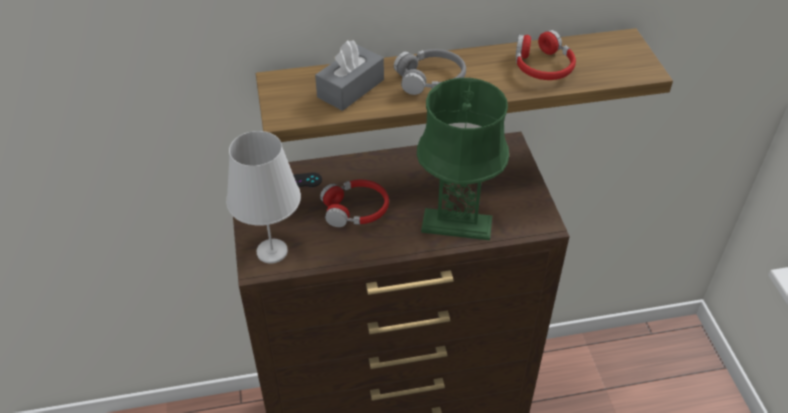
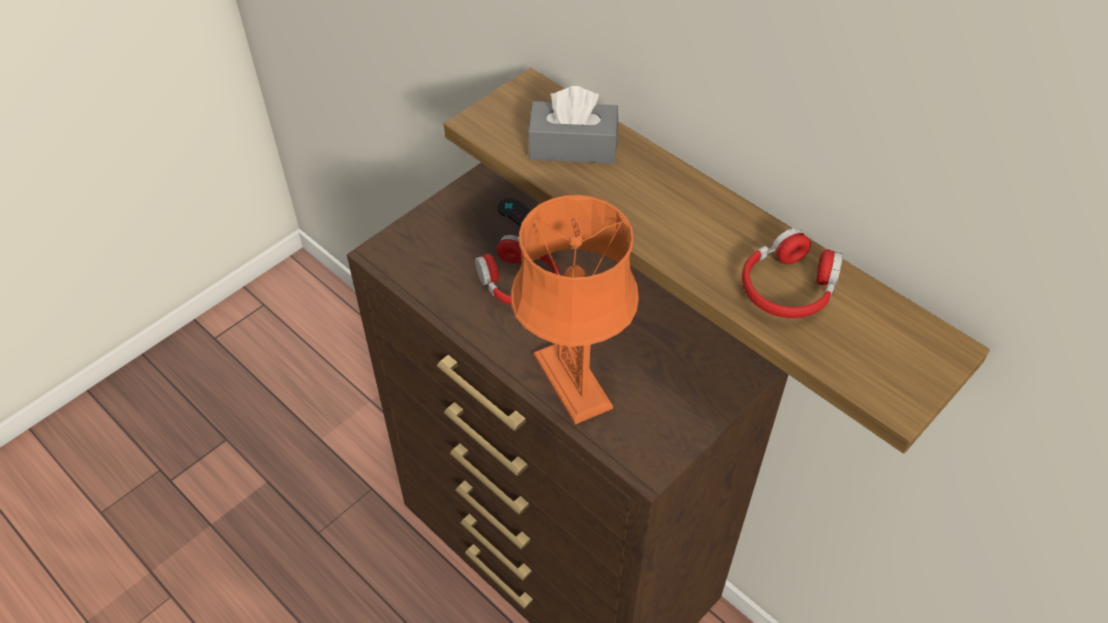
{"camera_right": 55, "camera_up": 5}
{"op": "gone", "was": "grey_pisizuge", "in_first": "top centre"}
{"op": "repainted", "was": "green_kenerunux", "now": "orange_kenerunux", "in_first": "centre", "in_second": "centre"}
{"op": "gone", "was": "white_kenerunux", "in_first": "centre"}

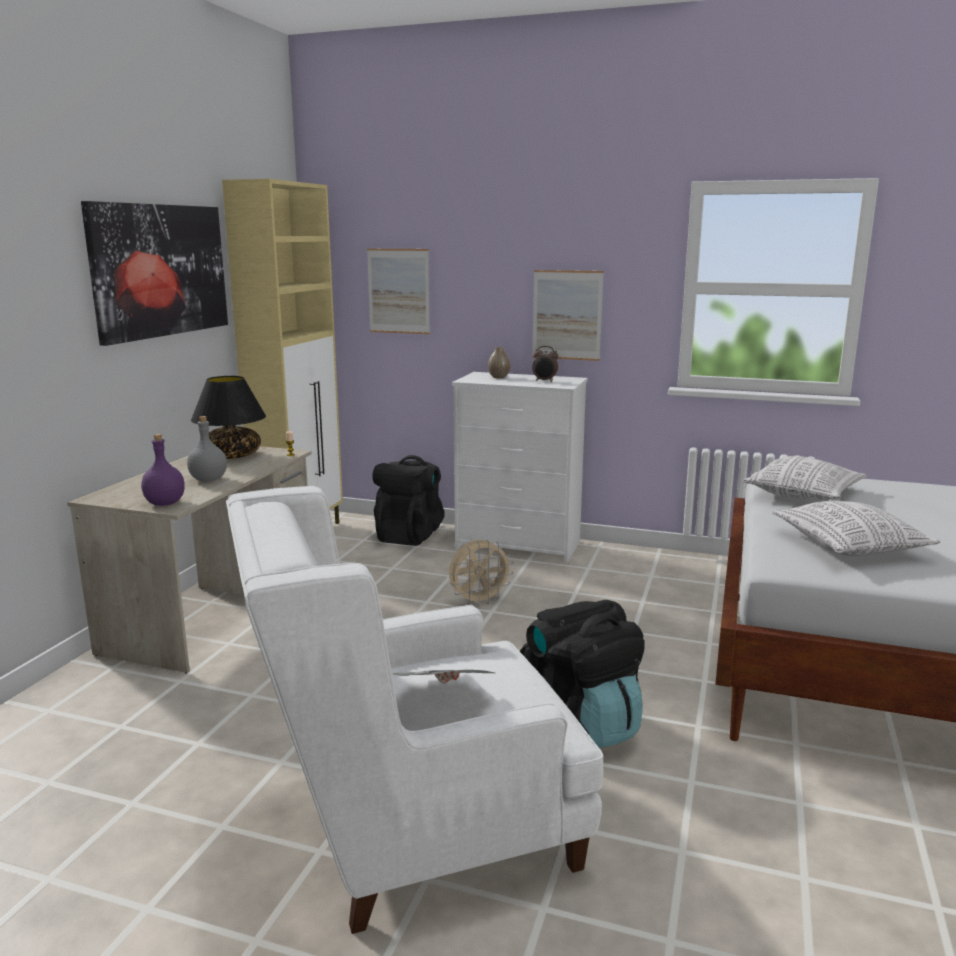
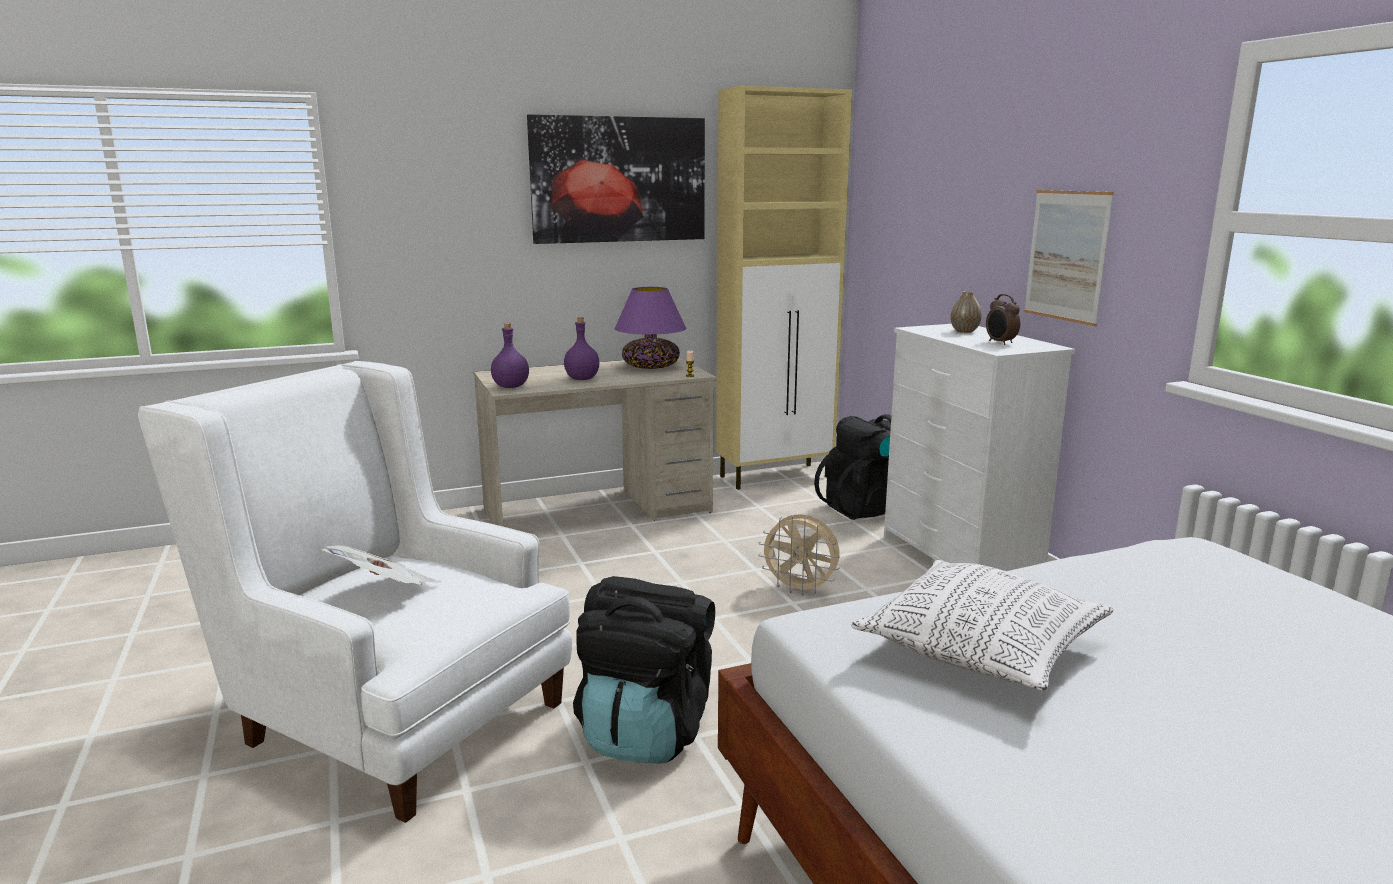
{"camera_right": 50, "camera_up": 0}
{"op": "gone", "was": "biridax (no. 2 from left)", "in_first": "top centre"}
{"op": "repainted", "was": "black_kenerunux", "now": "purple_kenerunux", "in_first": "middle left", "in_second": "centre"}
{"op": "repainted", "was": "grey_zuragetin", "now": "purple_zuragetin (no. 2 from left)", "in_first": "middle left", "in_second": "centre"}
{"op": "gone", "was": "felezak (no. 1 from left)", "in_first": "middle right"}

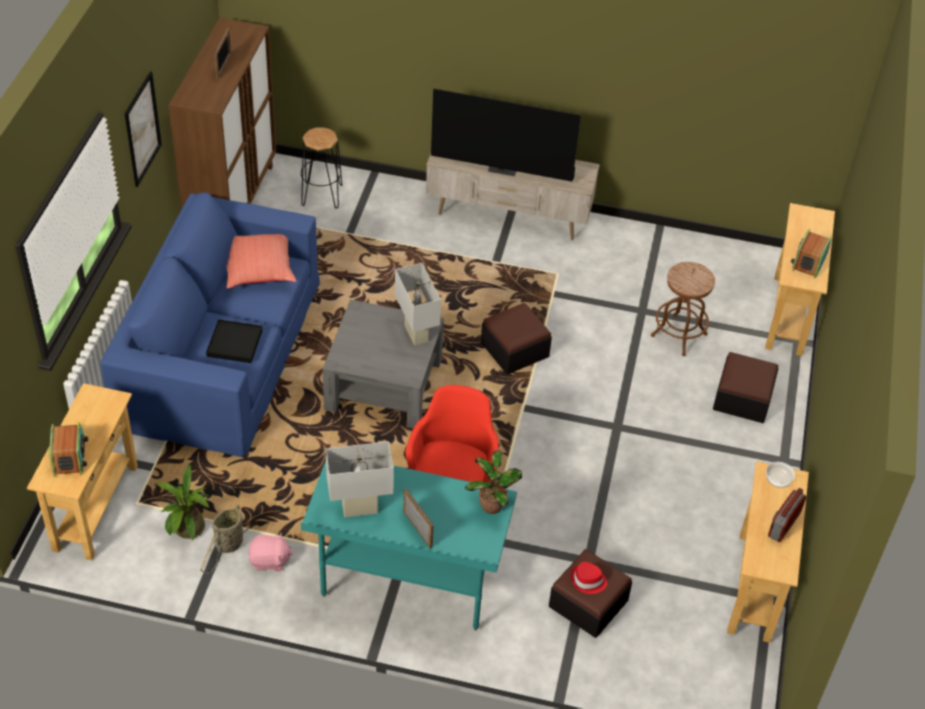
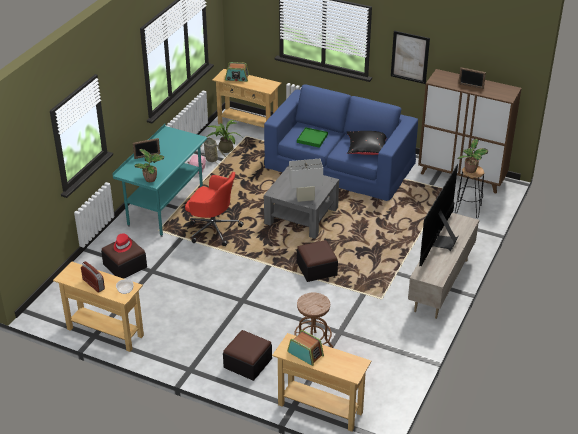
{"camera_right": 105, "camera_up": -10}
{"op": "repainted", "was": "red_felezak", "now": "black_felezak", "in_first": "middle left", "in_second": "top centre"}
{"op": "repainted", "was": "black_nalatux", "now": "green_nalatux", "in_first": "middle left", "in_second": "top centre"}
{"op": "gone", "was": "white_kenerunux (no. 1 from left)", "in_first": "bottom centre"}
{"op": "new", "now": "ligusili (no. 3 from left)", "in_second": "middle right"}

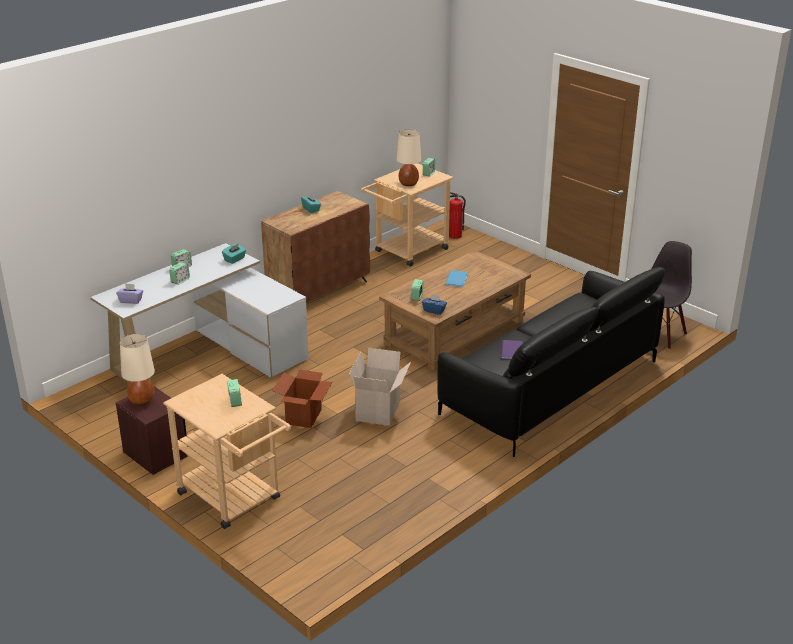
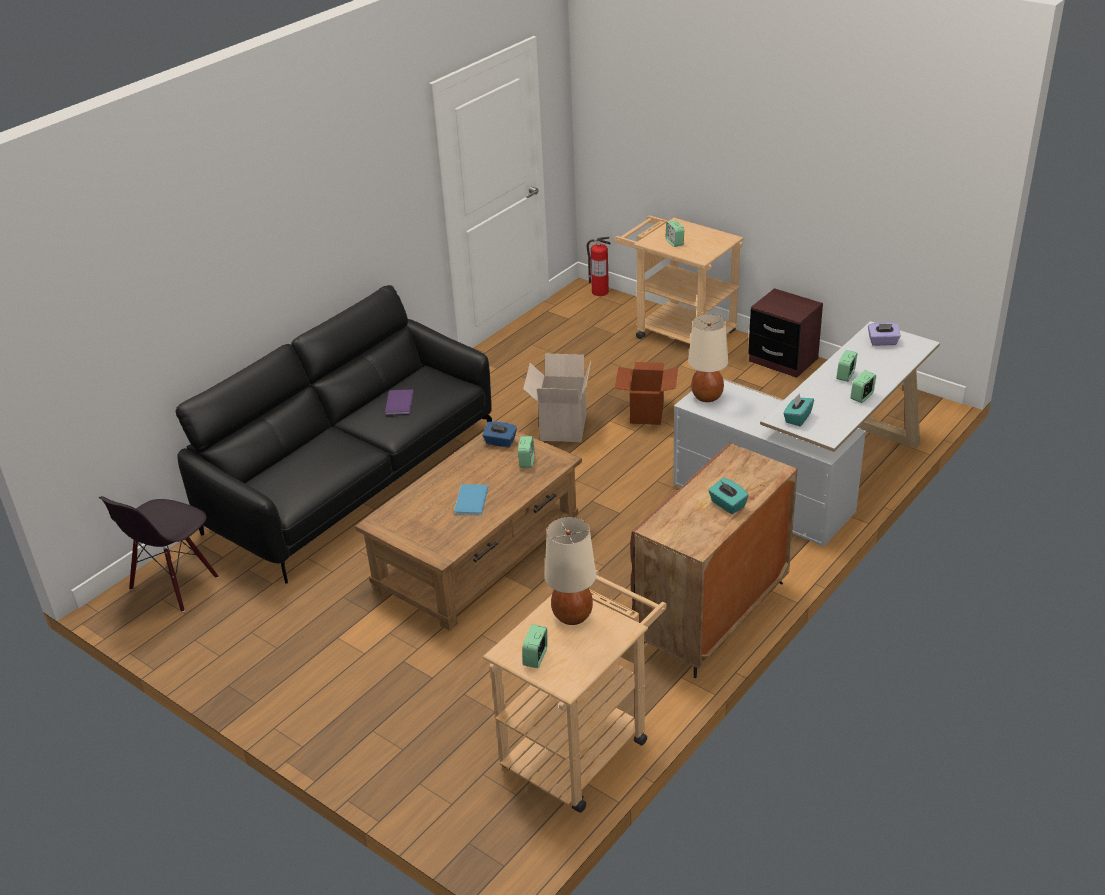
{"camera_right": 175, "camera_up": 5}
{"op": "shifted", "was": "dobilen", "in_first": "centre", "in_second": "top centre"}
{"op": "shifted", "was": "beige_kenerunux (no. 1 from left in the first image)", "now": "beige_kenerunux (no. 2 from left)", "in_first": "middle left", "in_second": "centre"}

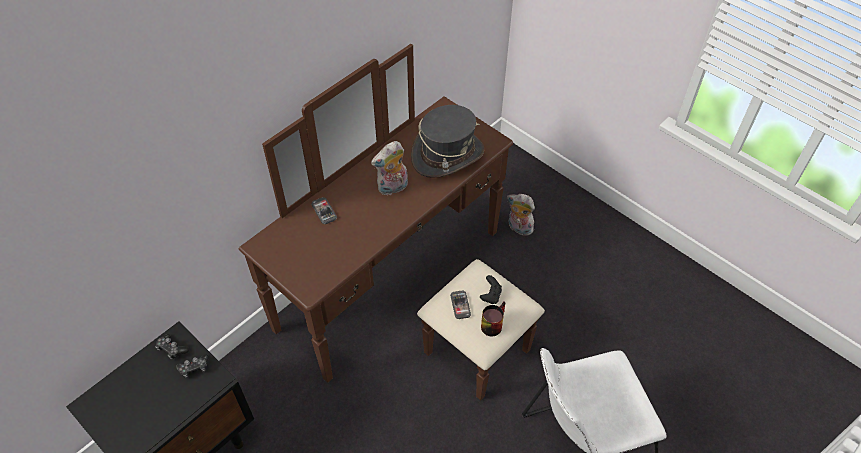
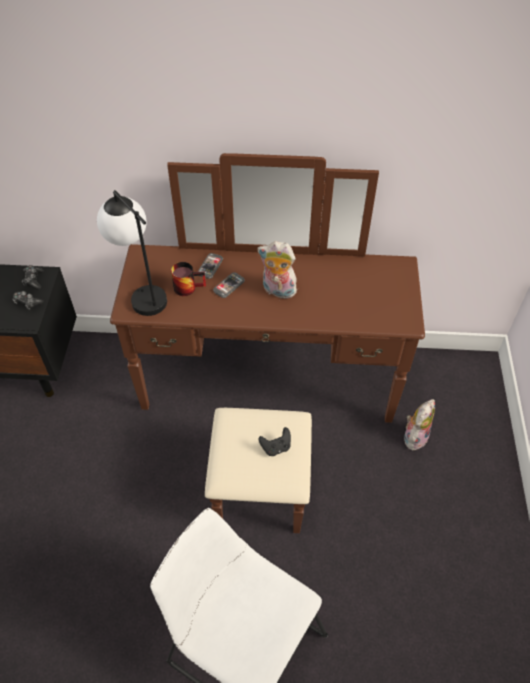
{"camera_right": 50, "camera_up": 0}
{"op": "gone", "was": "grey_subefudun", "in_first": "top centre"}
{"op": "rotated", "was": "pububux (no. 2 from left)", "in_first": "centre", "in_second": "middle right", "clockwise": 45}
{"op": "shifted", "was": "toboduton (no. 2 from left)", "in_first": "bottom centre", "in_second": "centre"}
{"op": "shifted", "was": "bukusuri", "in_first": "bottom centre", "in_second": "centre"}
{"op": "new", "now": "kenerunux", "in_second": "middle left"}

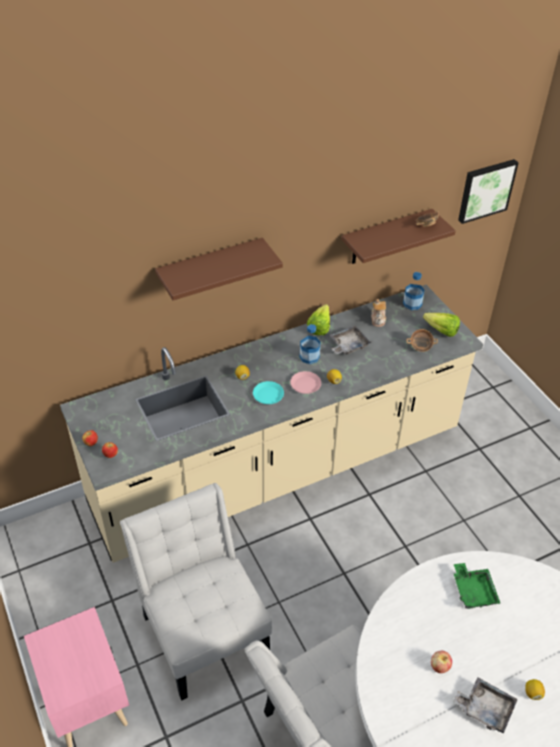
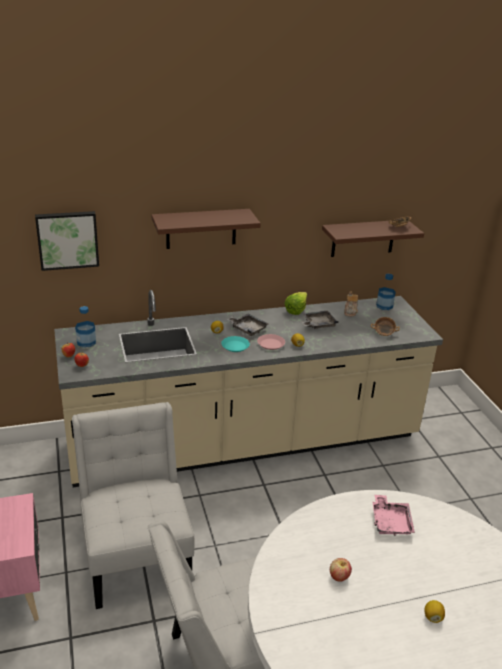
{"camera_right": 10, "camera_up": -15}
{"op": "shifted", "was": "biridax", "in_first": "top right", "in_second": "middle left"}
{"op": "gone", "was": "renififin (no. 2 from left)", "in_first": "middle right"}
{"op": "shifted", "was": "zuragetin (no. 1 from left)", "in_first": "centre", "in_second": "middle left"}
{"op": "repainted", "was": "green_nalatux", "now": "pink_nalatux", "in_first": "bottom right", "in_second": "bottom right"}
{"op": "shifted", "was": "grey_nalatux (no. 2 from left in the first image)", "now": "grey_nalatux (no. 1 from left)", "in_first": "bottom right", "in_second": "centre"}

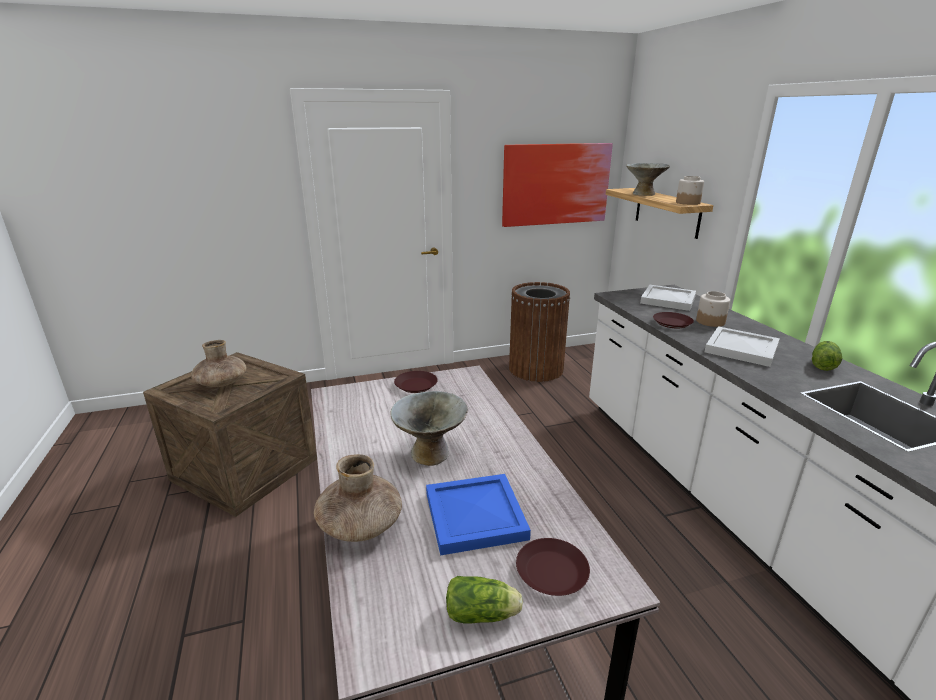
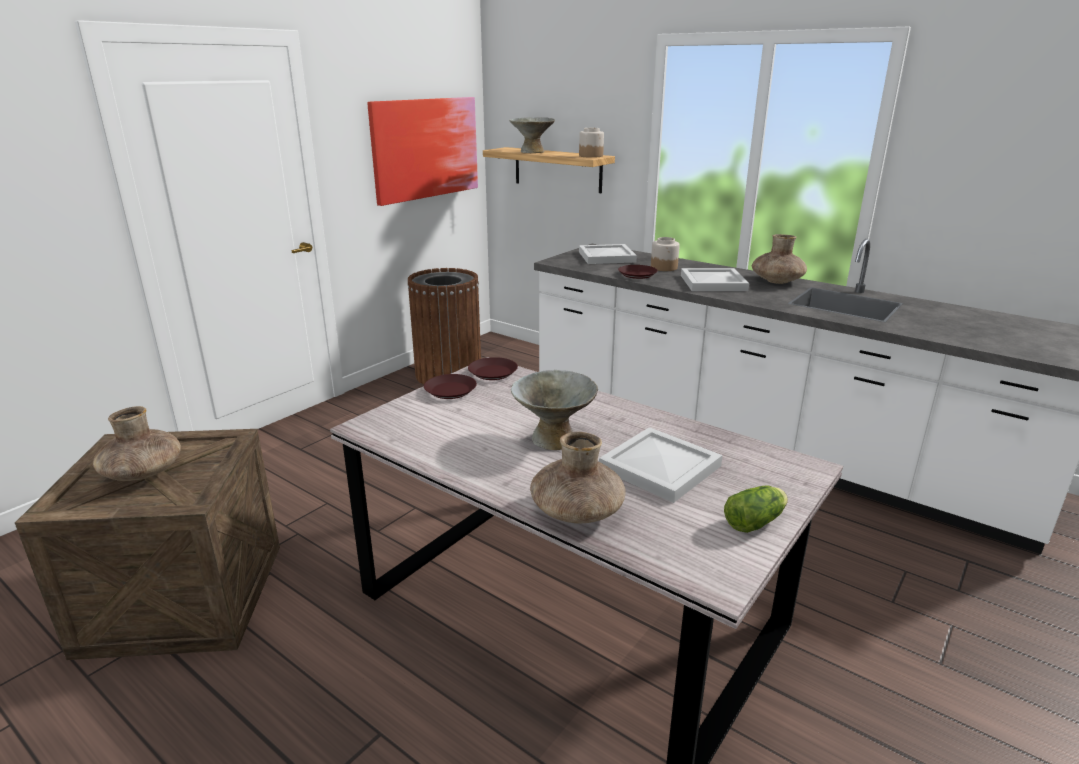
{"camera_right": -35, "camera_up": 0}
{"op": "swapped", "was": "renififin (no. 2 from left)", "now": "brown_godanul (no. 3 from left)", "in_first": "middle right", "in_second": "middle right"}
{"op": "repainted", "was": "blue_nalatux", "now": "white_nalatux (no. 2 from left)", "in_first": "bottom centre", "in_second": "centre"}
{"op": "shifted", "was": "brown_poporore (no. 2 from left)", "in_first": "bottom centre", "in_second": "centre"}

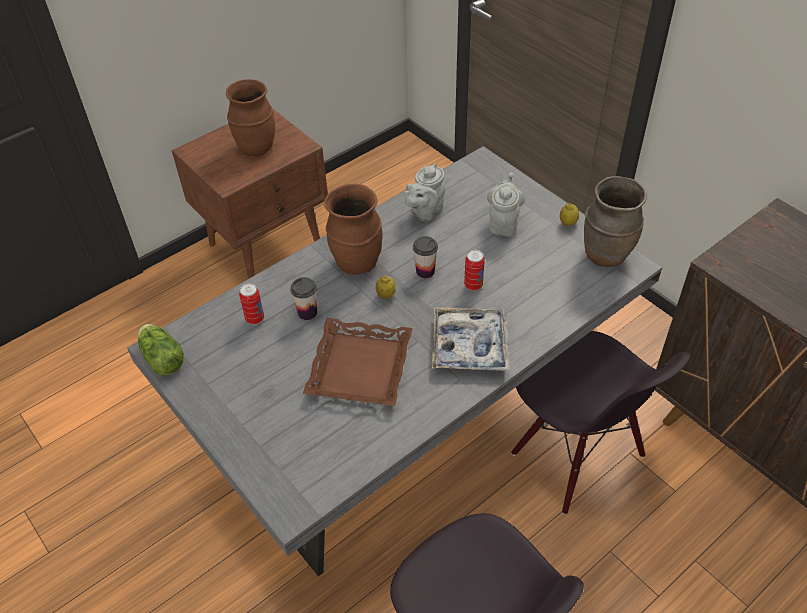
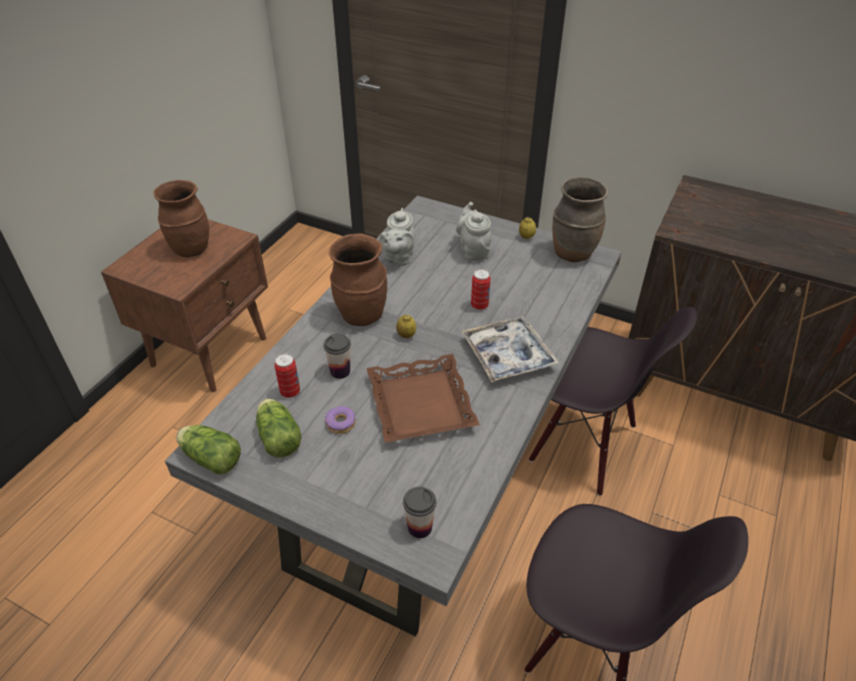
{"camera_right": -25, "camera_up": -5}
{"op": "shifted", "was": "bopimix (no. 2 from left)", "in_first": "centre", "in_second": "bottom centre"}
{"op": "new", "now": "renififin (no. 2 from left)", "in_second": "middle left"}
{"op": "new", "now": "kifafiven", "in_second": "centre"}

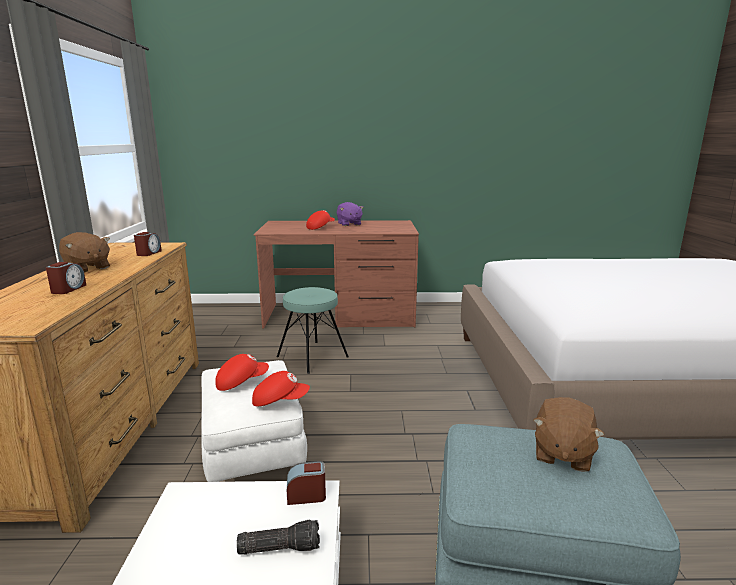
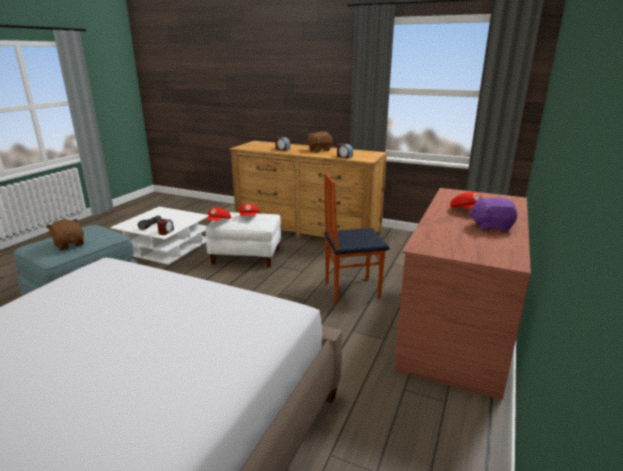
{"camera_right": 115, "camera_up": 5}
{"op": "swapped", "was": "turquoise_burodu", "now": "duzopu", "in_first": "centre", "in_second": "centre"}

